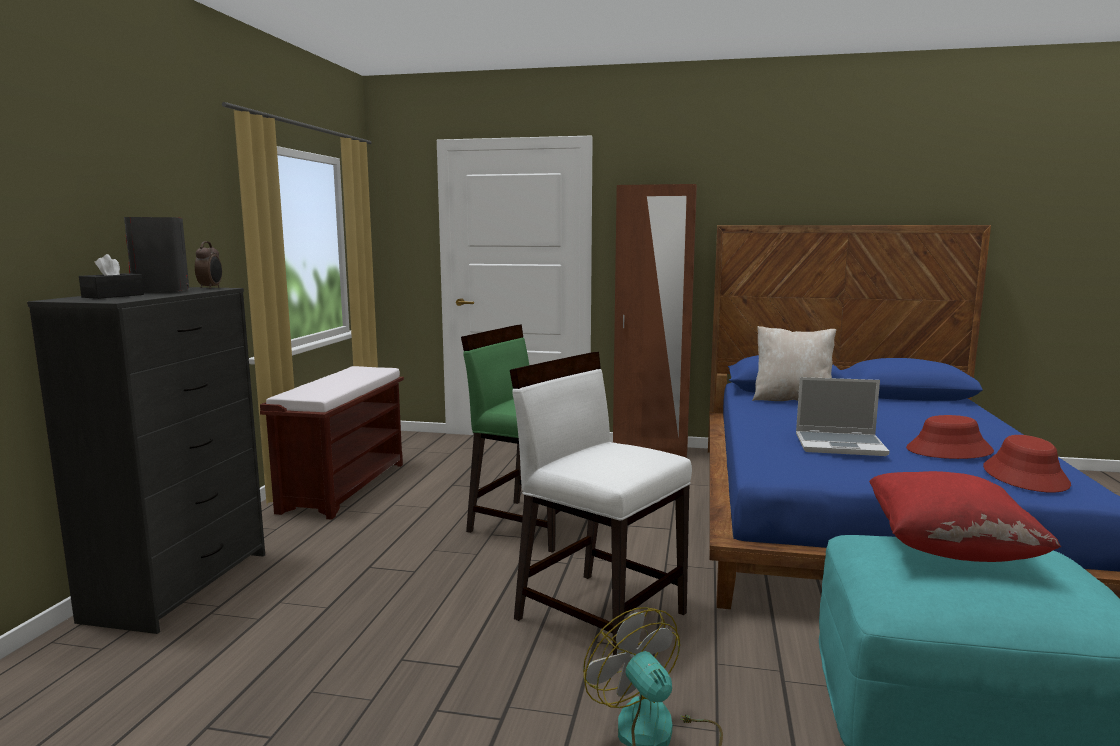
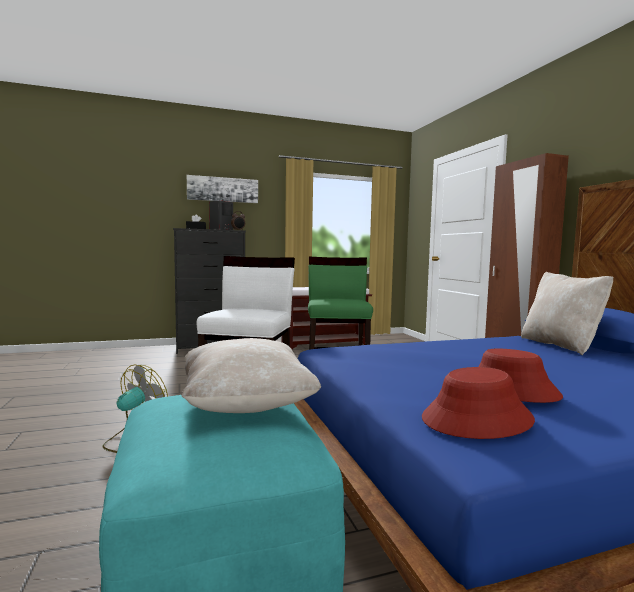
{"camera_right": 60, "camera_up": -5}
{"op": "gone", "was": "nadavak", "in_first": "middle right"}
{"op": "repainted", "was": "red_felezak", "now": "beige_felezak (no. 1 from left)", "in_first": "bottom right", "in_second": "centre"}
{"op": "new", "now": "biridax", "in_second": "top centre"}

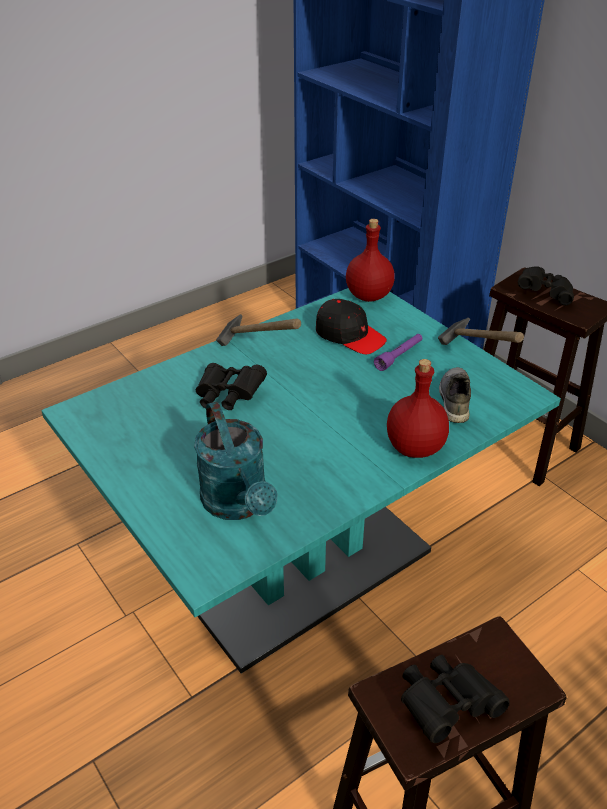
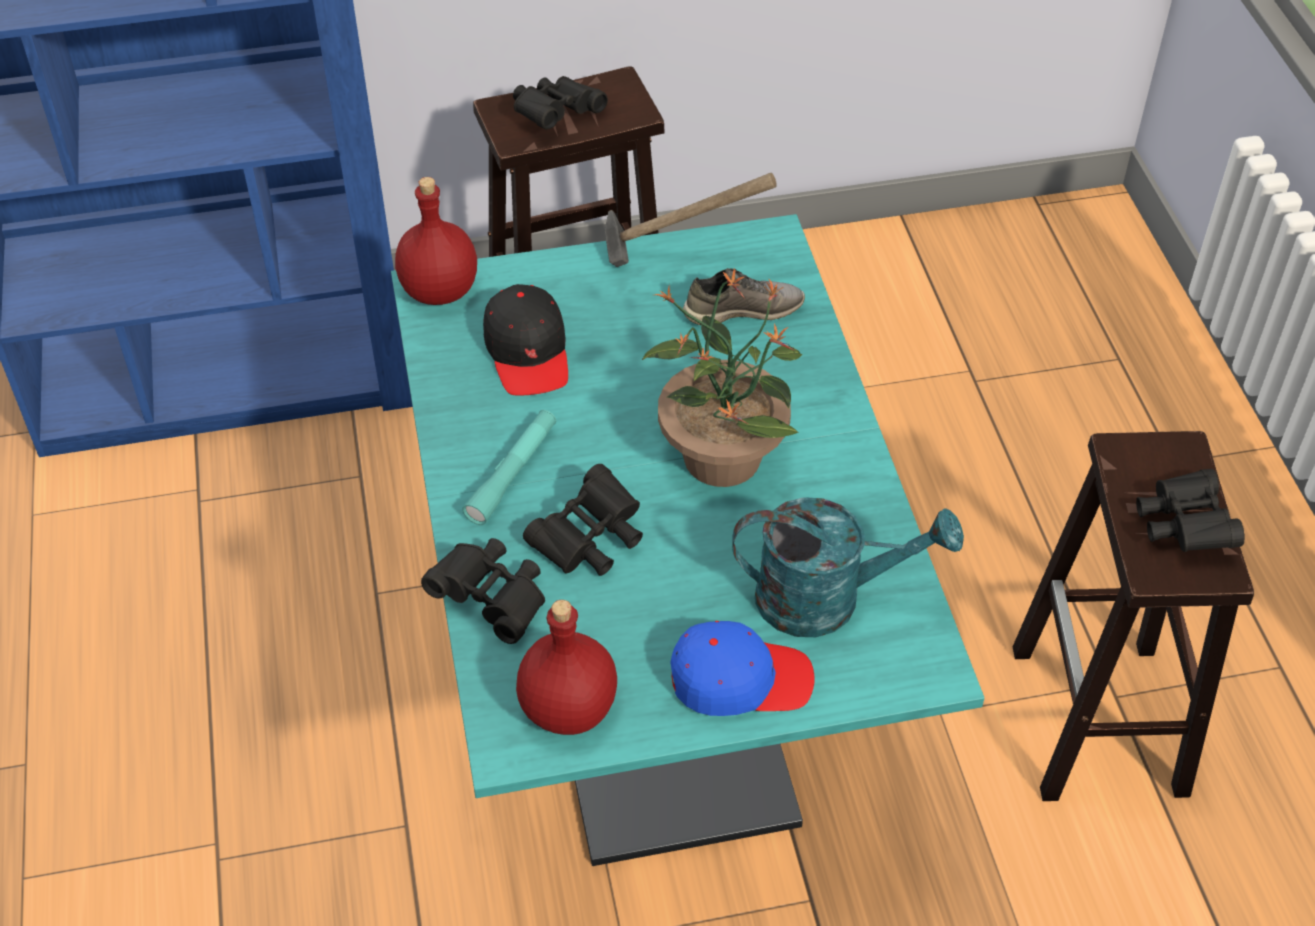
{"camera_right": -65, "camera_up": 10}
{"op": "rotated", "was": "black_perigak", "in_first": "centre", "in_second": "centre", "clockwise": 105}
{"op": "swapped", "was": "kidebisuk (no. 1 from left)", "now": "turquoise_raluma", "in_first": "centre", "in_second": "centre"}
{"op": "gone", "was": "purple_raluma", "in_first": "centre"}
{"op": "shifted", "was": "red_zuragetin (no. 2 from left)", "in_first": "middle right", "in_second": "bottom centre"}
{"op": "rotated", "was": "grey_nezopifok", "in_first": "middle right", "in_second": "top centre", "clockwise": 135}
{"op": "new", "now": "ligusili", "in_second": "centre"}
{"op": "new", "now": "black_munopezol (no. 1 from left)", "in_second": "centre"}
{"op": "new", "now": "blue_perigak", "in_second": "bottom centre"}

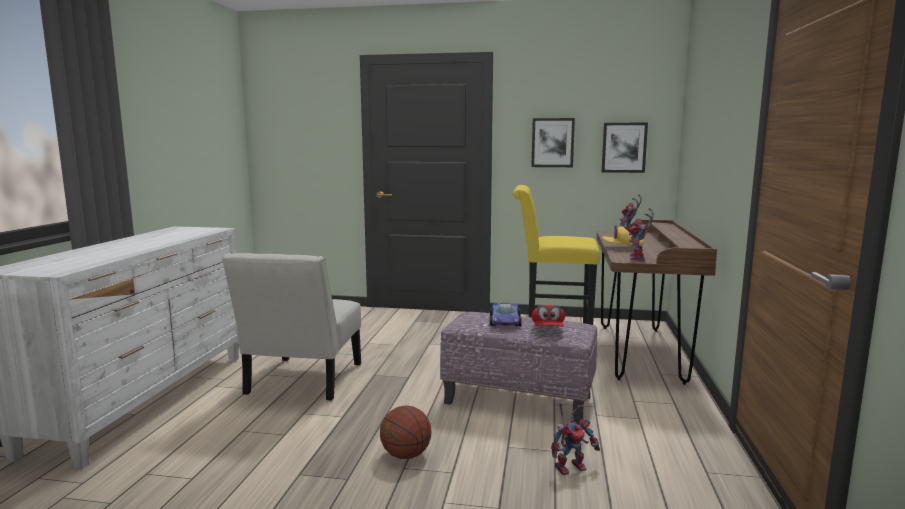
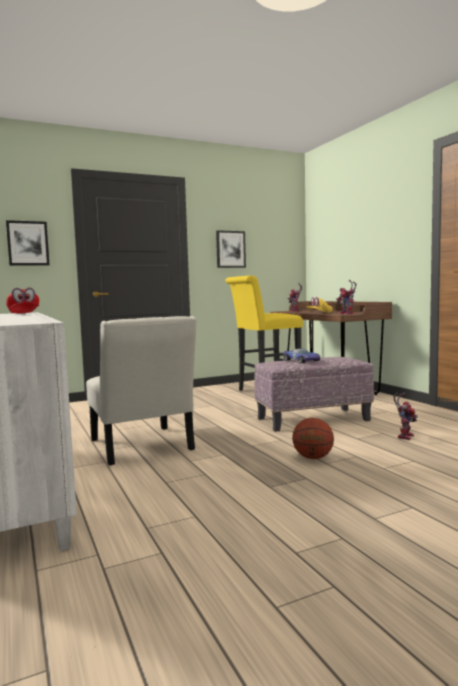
{"camera_right": -35, "camera_up": -5}
{"op": "shifted", "was": "biridax (no. 2 from left in the first image)", "now": "biridax (no. 1 from left)", "in_first": "top right", "in_second": "middle left"}
{"op": "shifted", "was": "red_perigak", "in_first": "centre", "in_second": "middle left"}

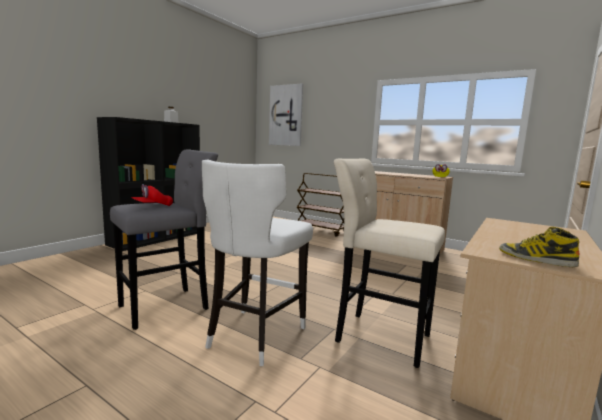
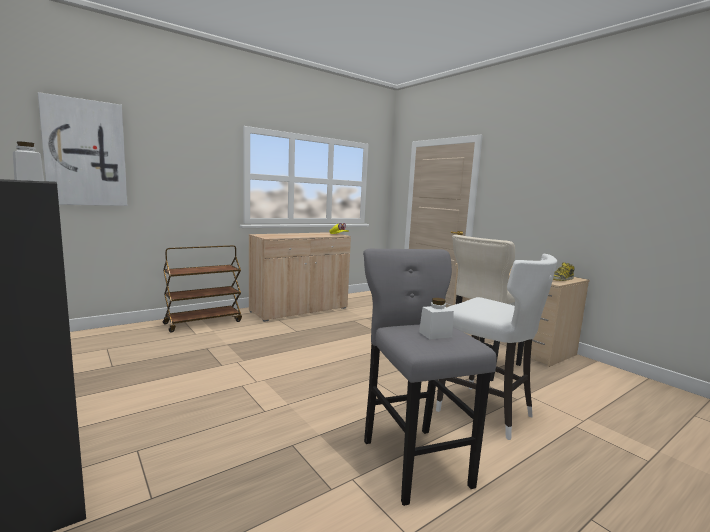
{"camera_right": -70, "camera_up": 0}
{"op": "swapped", "was": "red_perigak", "now": "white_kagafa (no. 2 from left)", "in_first": "middle left", "in_second": "centre"}

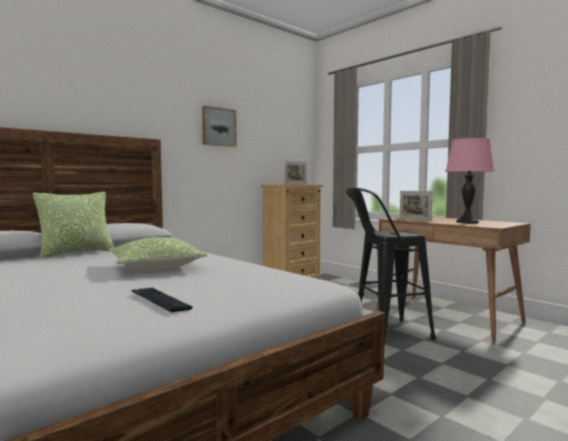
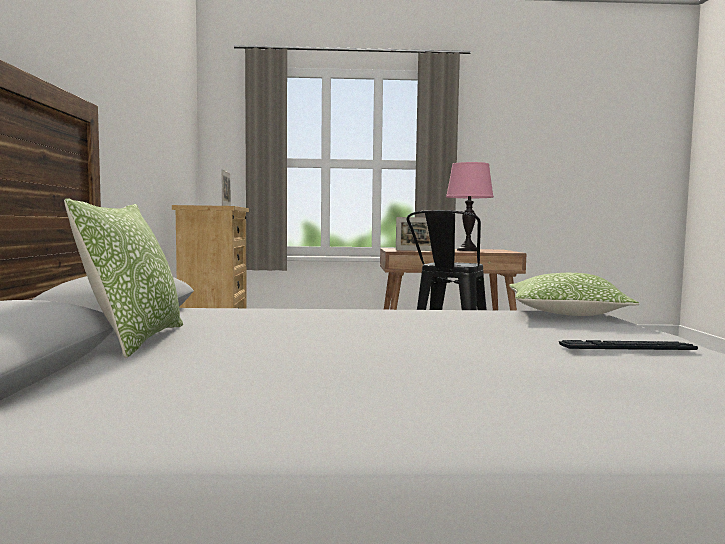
{"camera_right": -50, "camera_up": 0}
{"op": "gone", "was": "biridax", "in_first": "top centre"}
{"op": "shifted", "was": "felezak (no. 2 from left)", "in_first": "middle left", "in_second": "middle right"}

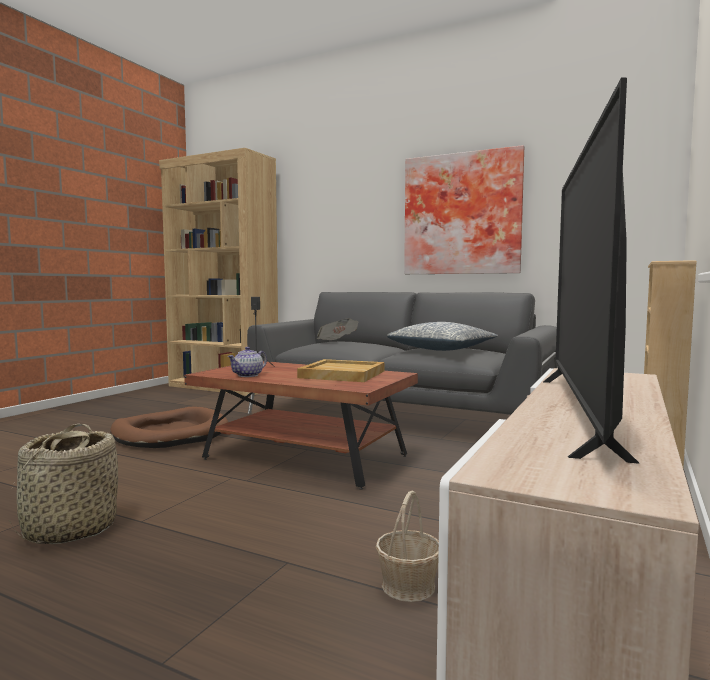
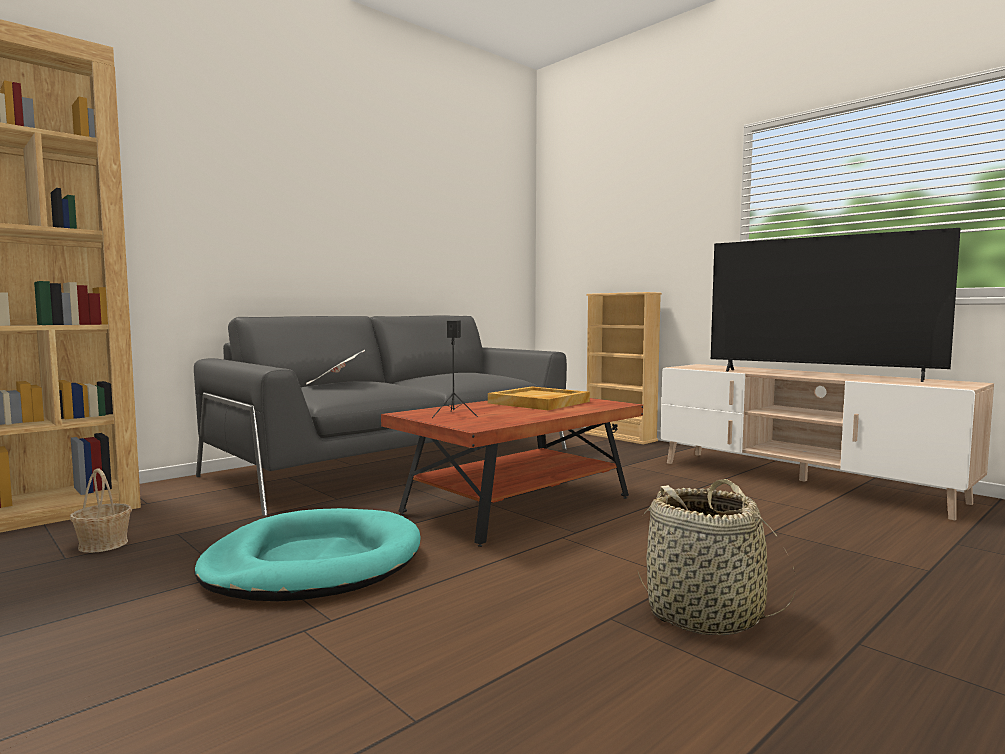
{"camera_right": -70, "camera_up": 0}
{"op": "gone", "was": "biridax", "in_first": "top centre"}
{"op": "gone", "was": "felezak", "in_first": "centre"}
{"op": "gone", "was": "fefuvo", "in_first": "centre"}
{"op": "repainted", "was": "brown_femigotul", "now": "turquoise_femigotul", "in_first": "middle left", "in_second": "bottom left"}
{"op": "shifted", "was": "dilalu (no. 2 from left in the first image)", "now": "dilalu (no. 1 from left)", "in_first": "bottom centre", "in_second": "bottom left"}

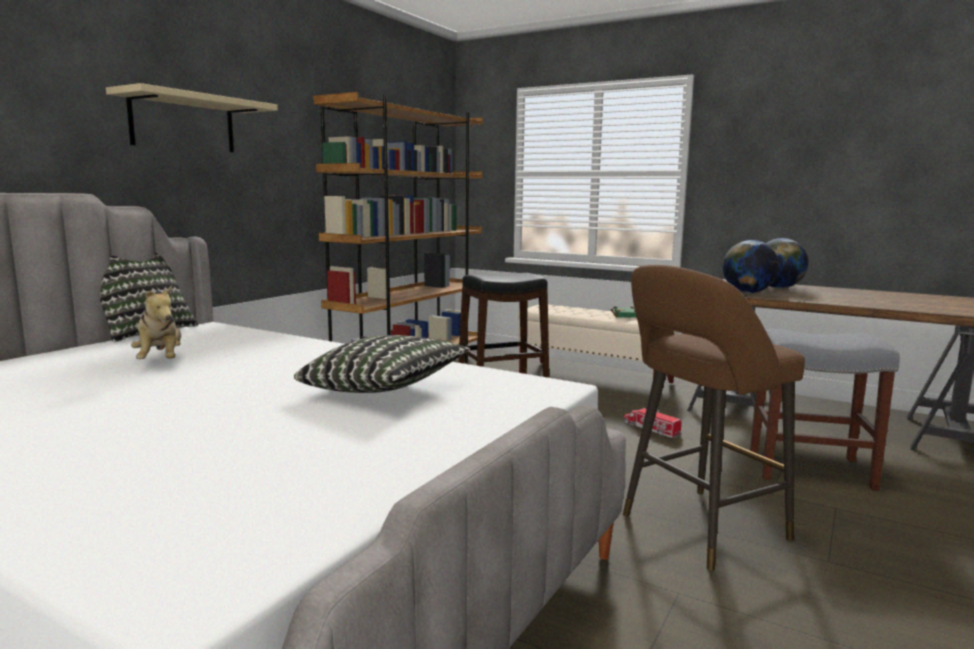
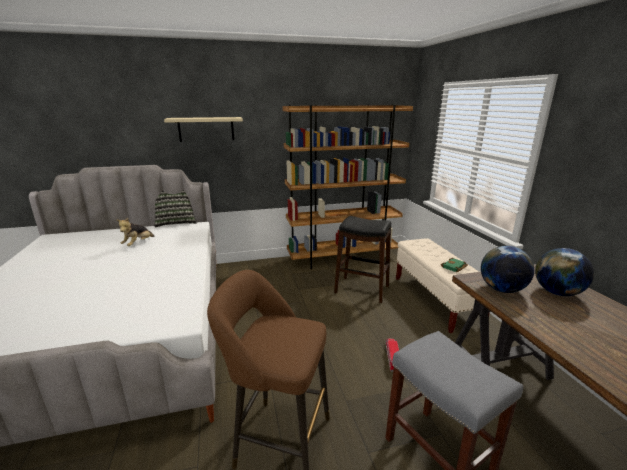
{"camera_right": 45, "camera_up": 10}
{"op": "gone", "was": "felezak (no. 2 from left)", "in_first": "centre"}

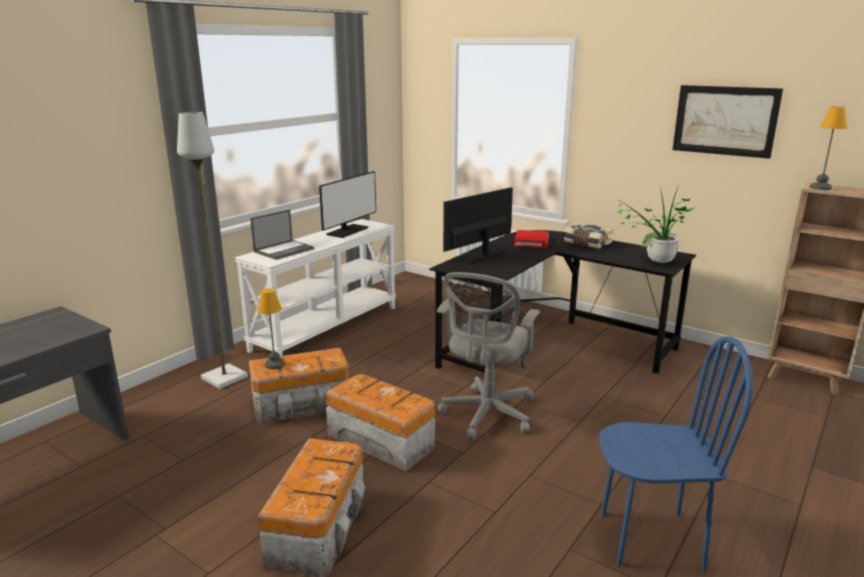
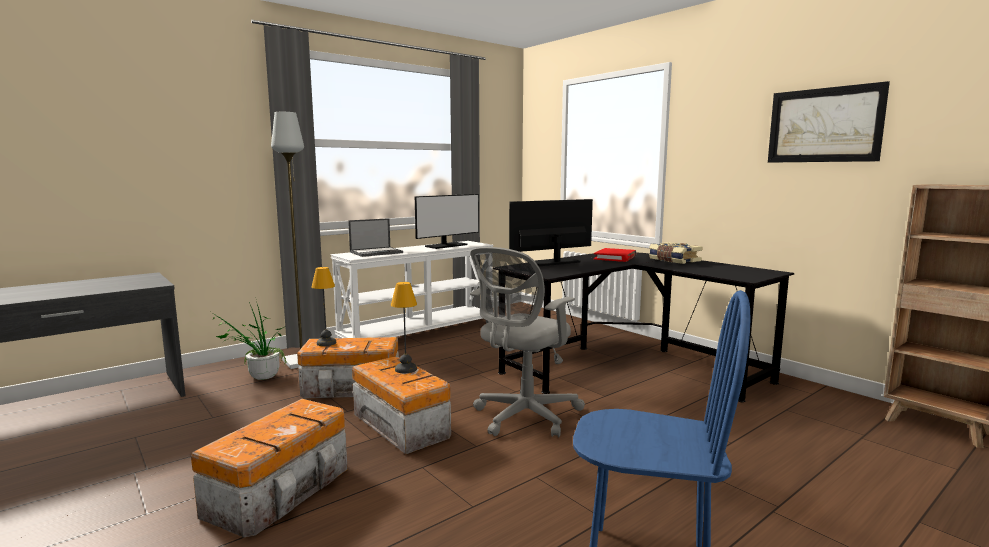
{"camera_right": 15, "camera_up": -10}
{"op": "shifted", "was": "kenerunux (no. 2 from left)", "in_first": "top right", "in_second": "centre"}
{"op": "shifted", "was": "ligusili", "in_first": "middle right", "in_second": "middle left"}

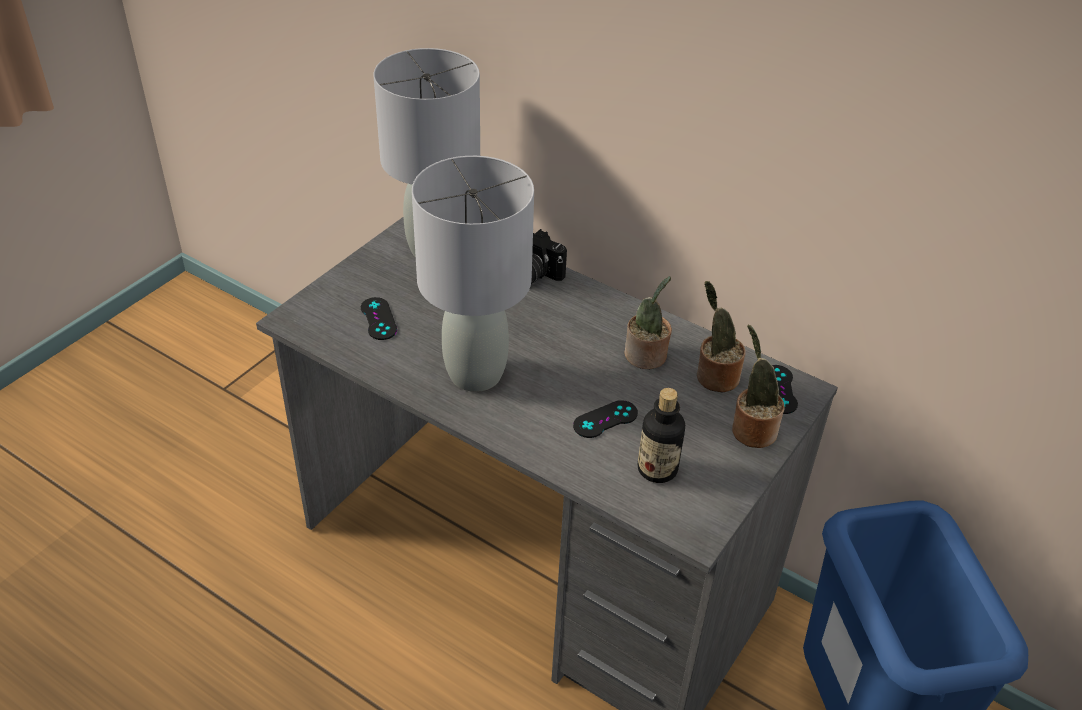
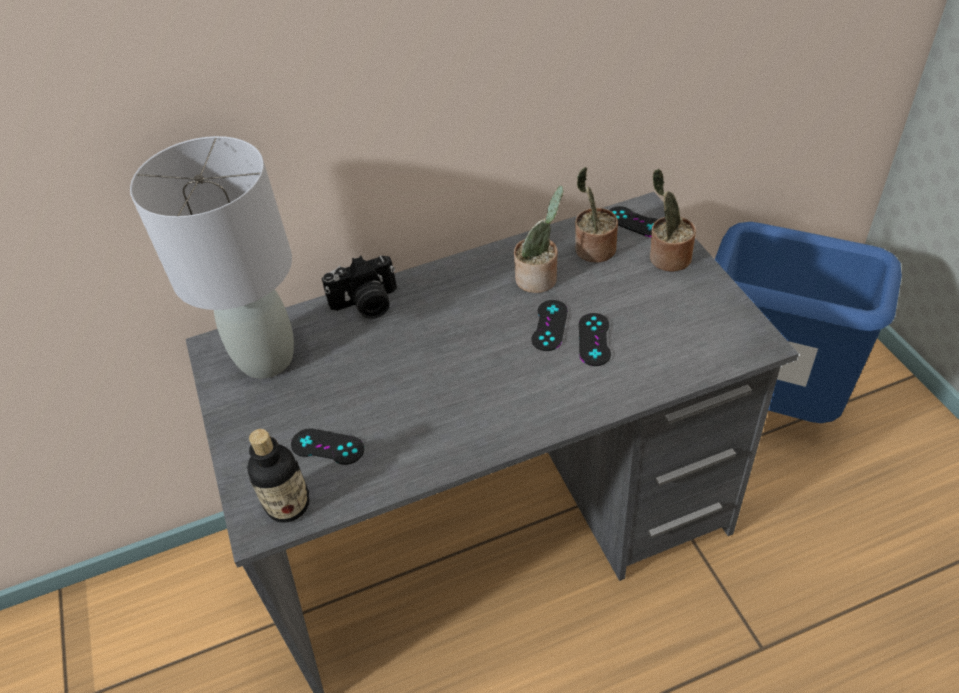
{"camera_right": -50, "camera_up": 5}
{"op": "gone", "was": "grey_kenerunux (no. 2 from left)", "in_first": "centre"}
{"op": "shifted", "was": "zuragetin", "in_first": "centre", "in_second": "bottom left"}
{"op": "new", "now": "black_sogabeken (no. 2 from left)", "in_second": "centre"}

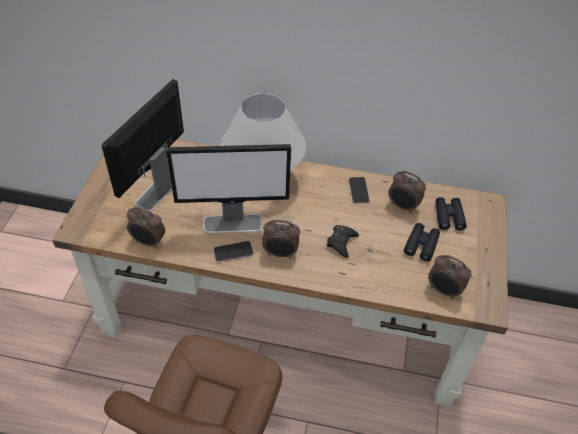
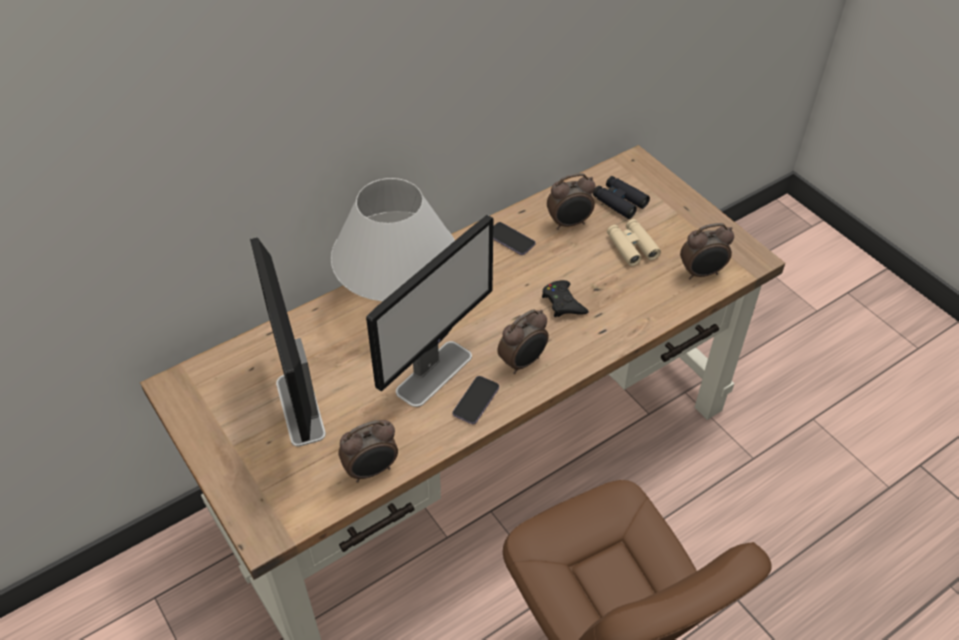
{"camera_right": -45, "camera_up": 0}
{"op": "repainted", "was": "black_munopezol (no. 1 from left)", "now": "beige_munopezol", "in_first": "middle right", "in_second": "centre"}

